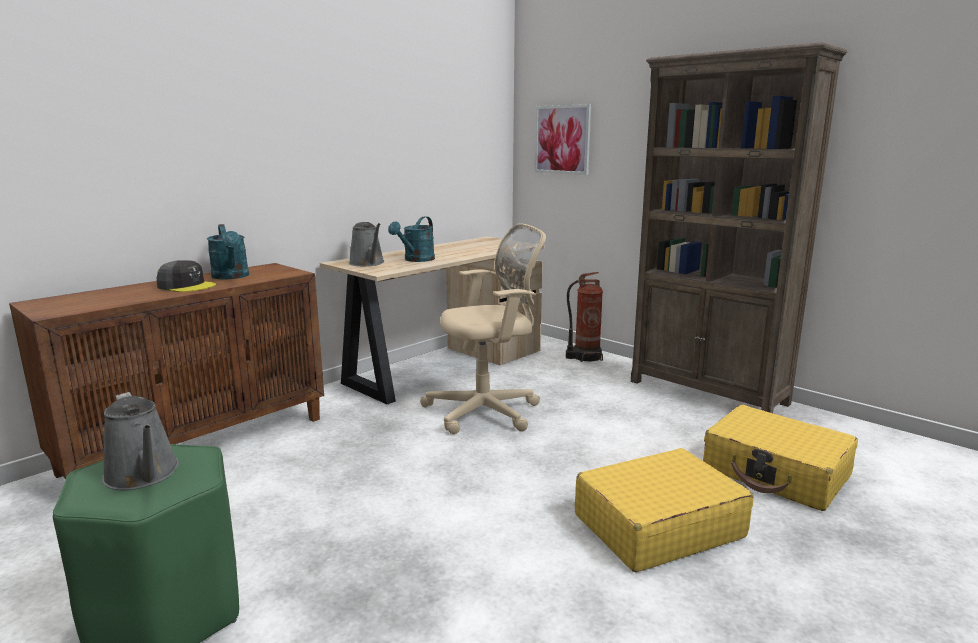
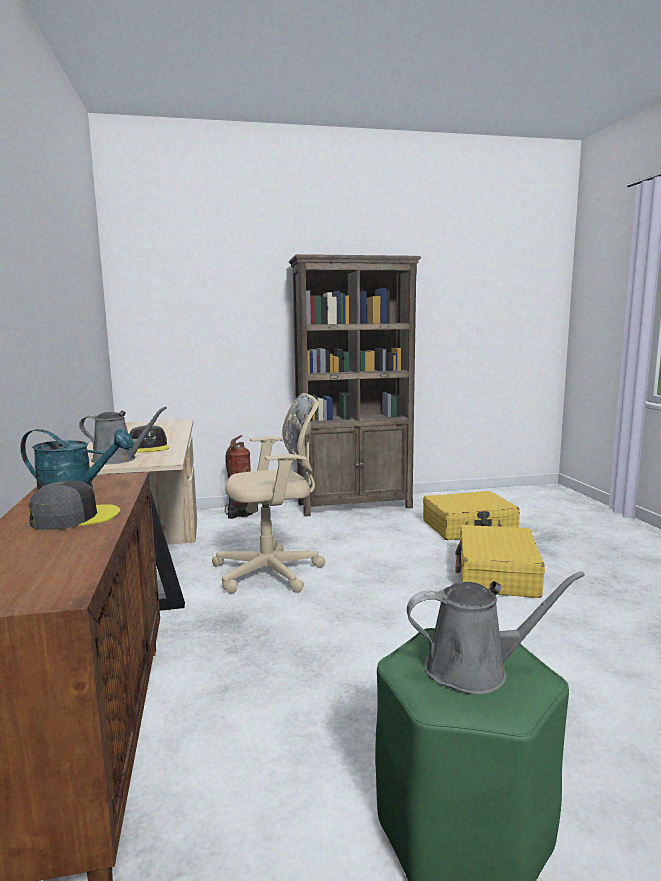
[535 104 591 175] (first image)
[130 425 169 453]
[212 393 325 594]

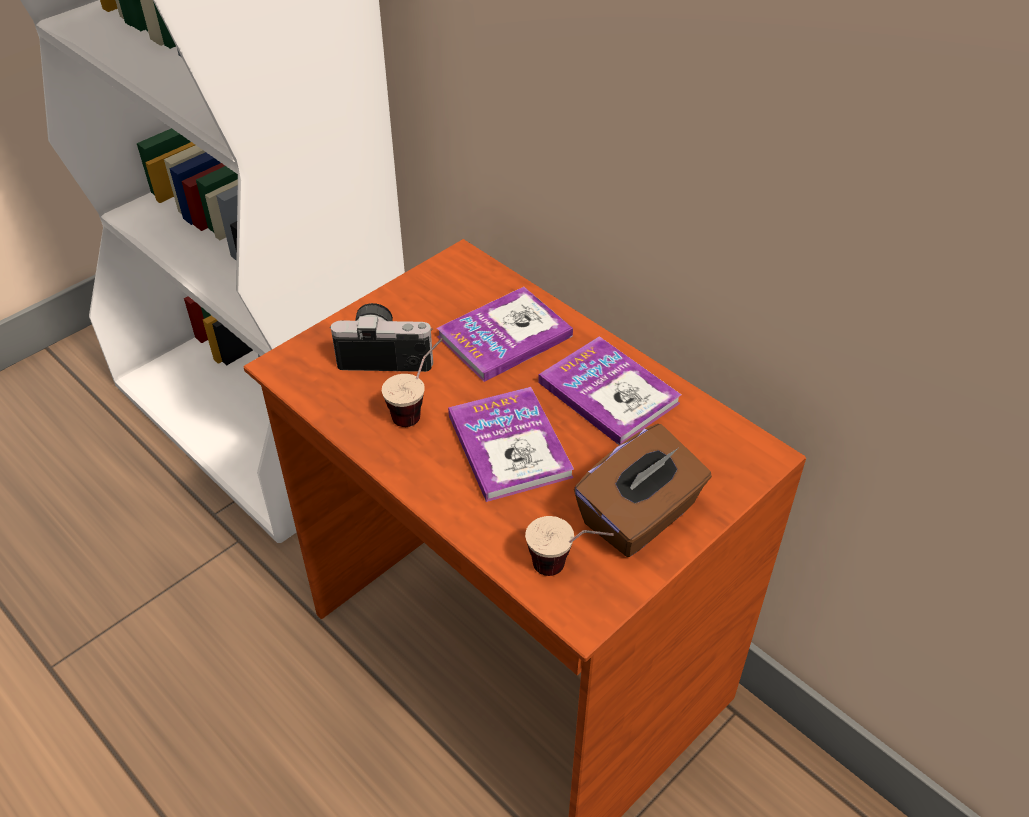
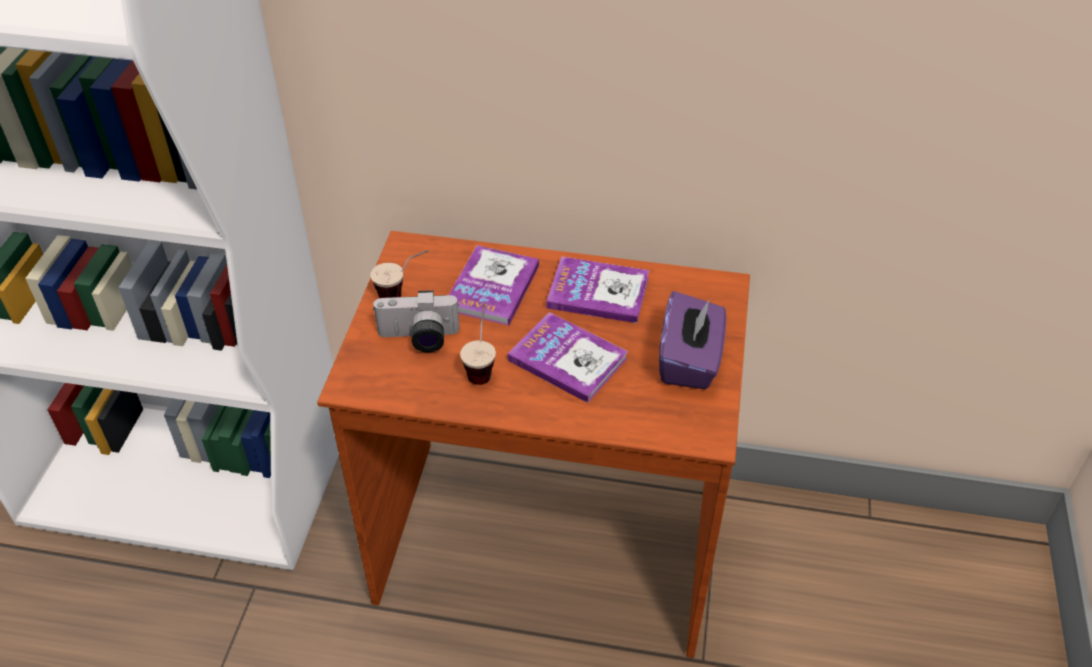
[372 290 460 352]
[659 291 726 389]
[370 250 429 298]

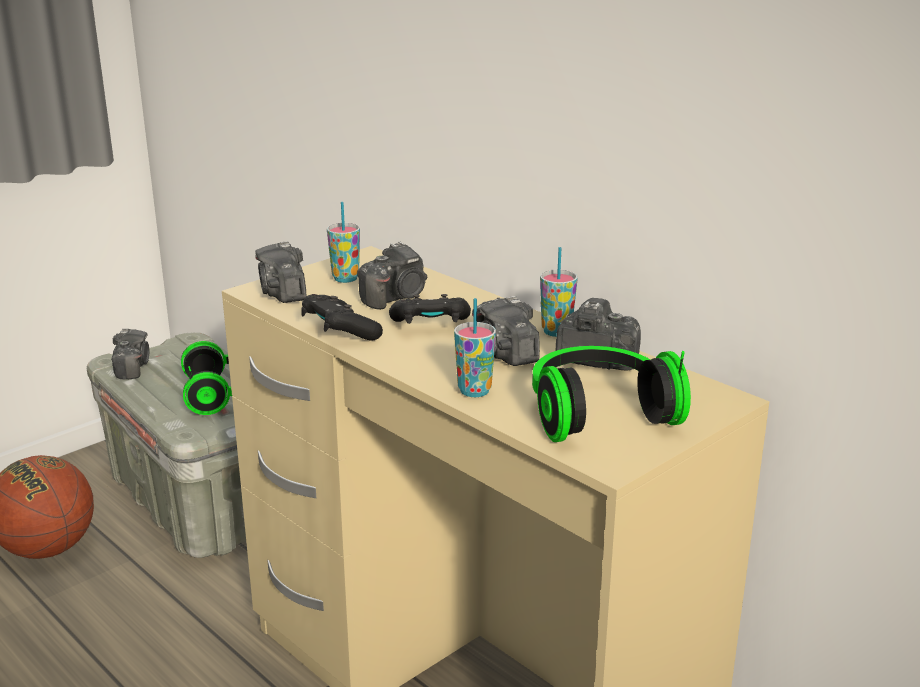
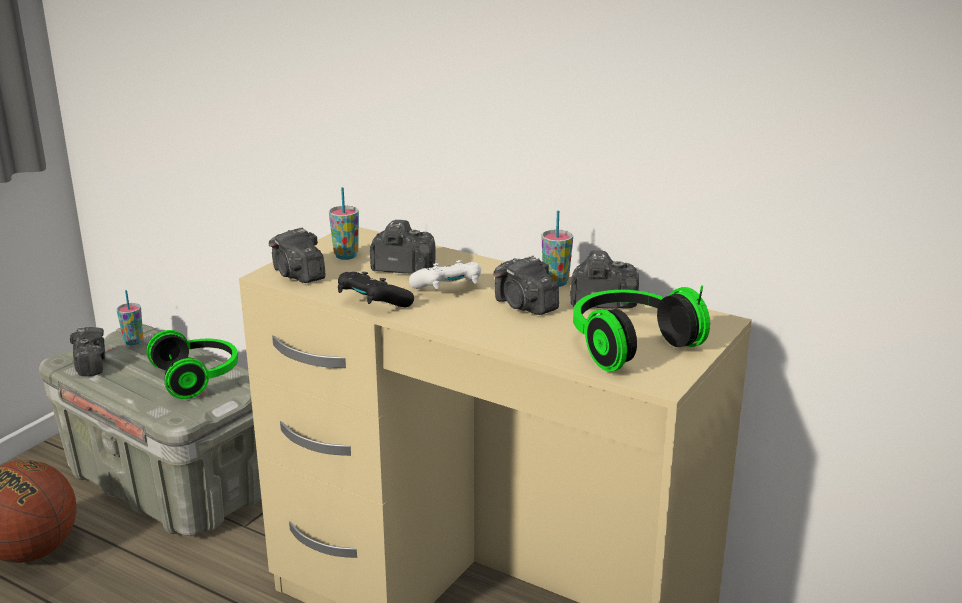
[370 220 436 274]
[409 260 481 289]
[116 290 143 345]

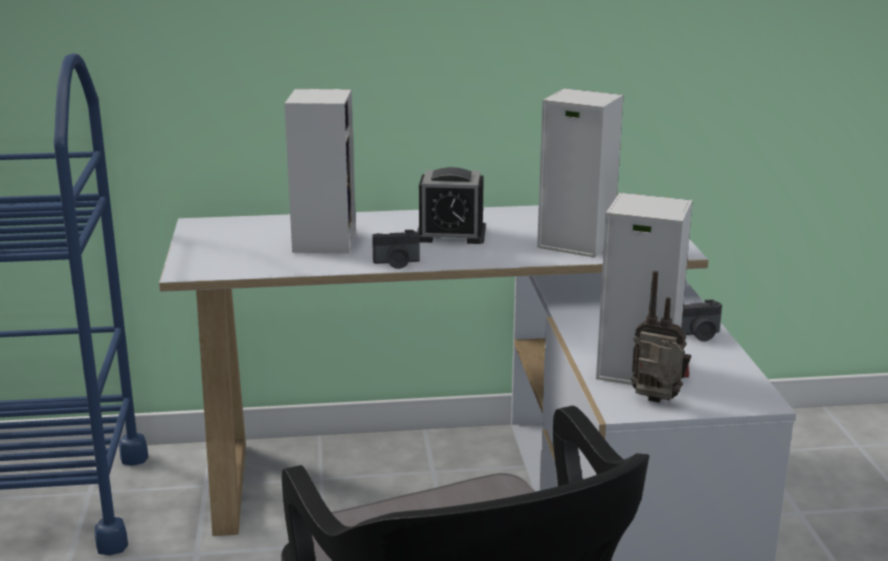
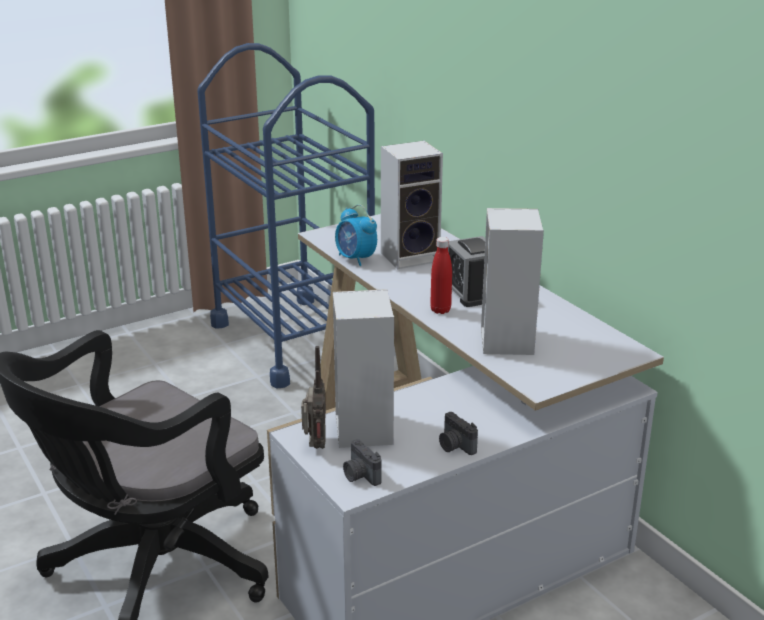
[343 439 382 486]
[335 204 377 266]
[430 237 452 314]

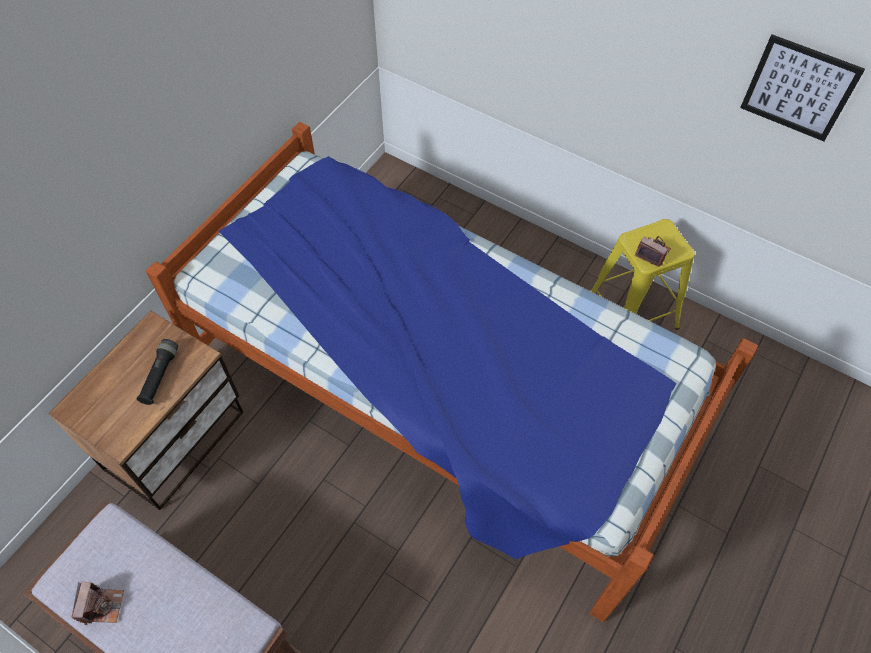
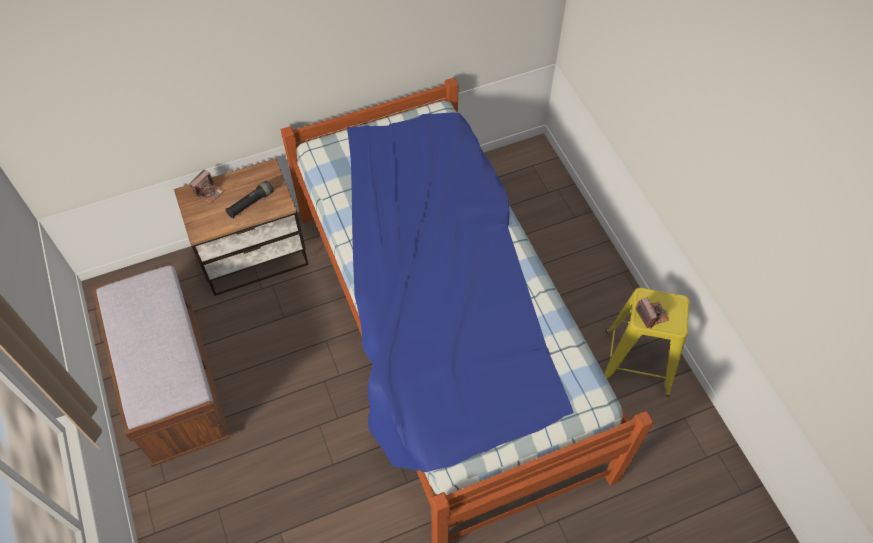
[740 34 865 141] (first image)
[189 170 224 204]

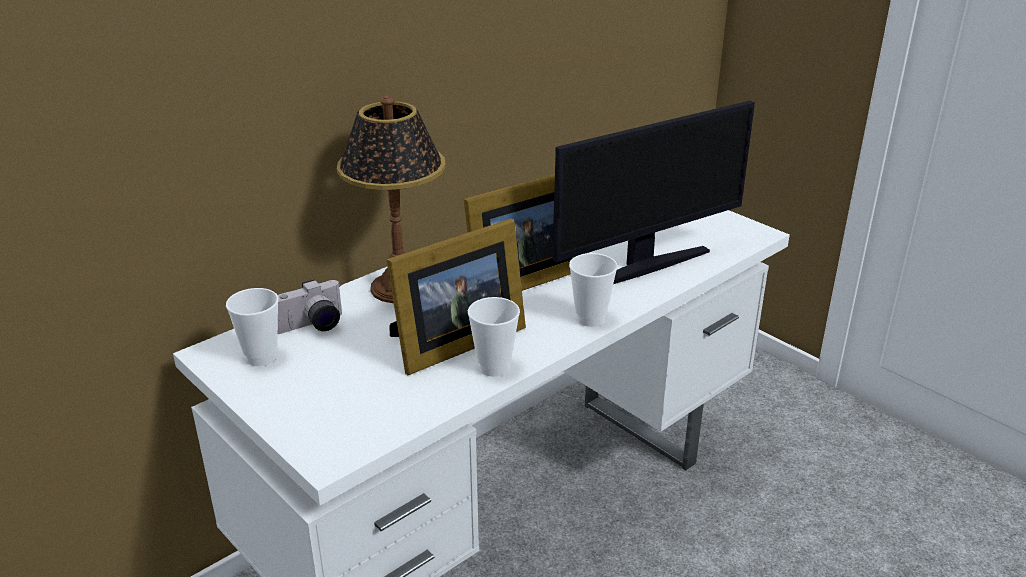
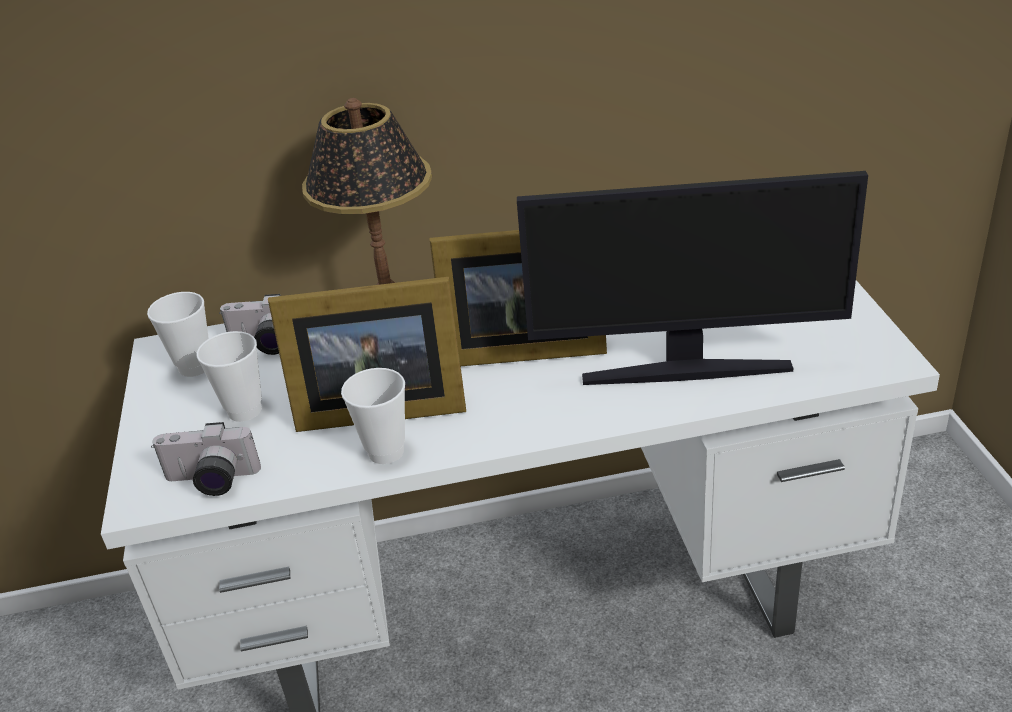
[197 331 262 422]
[151 422 261 496]

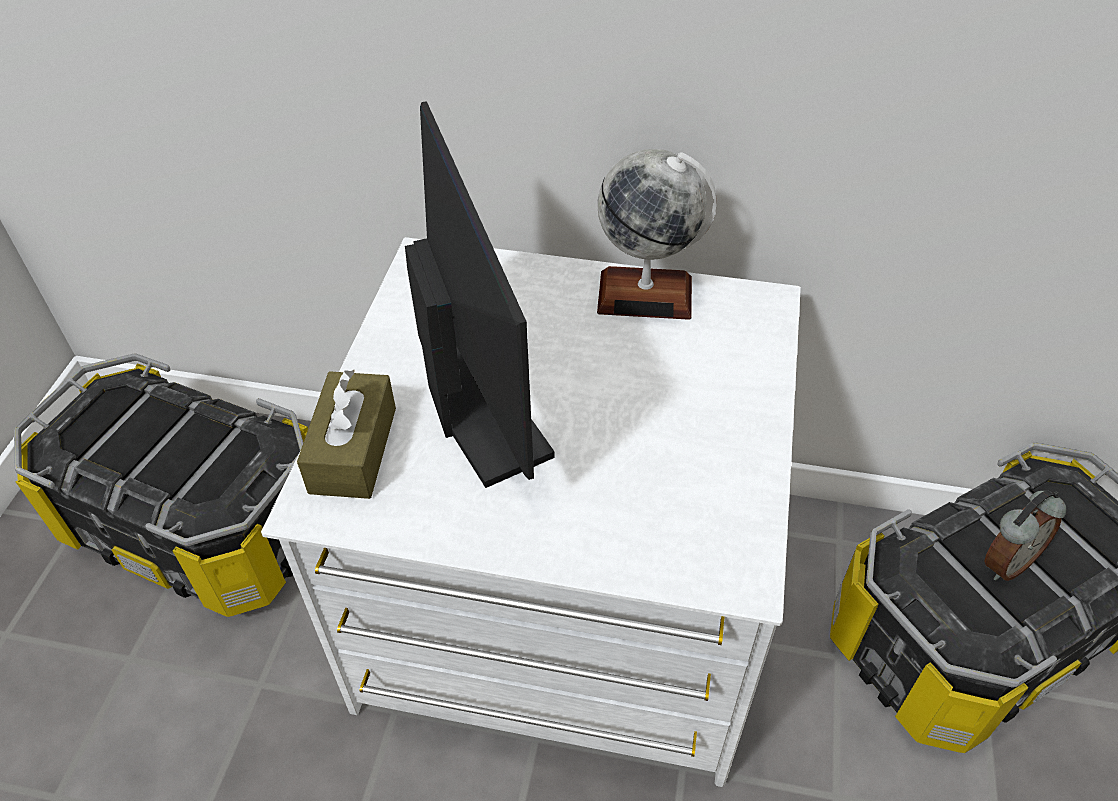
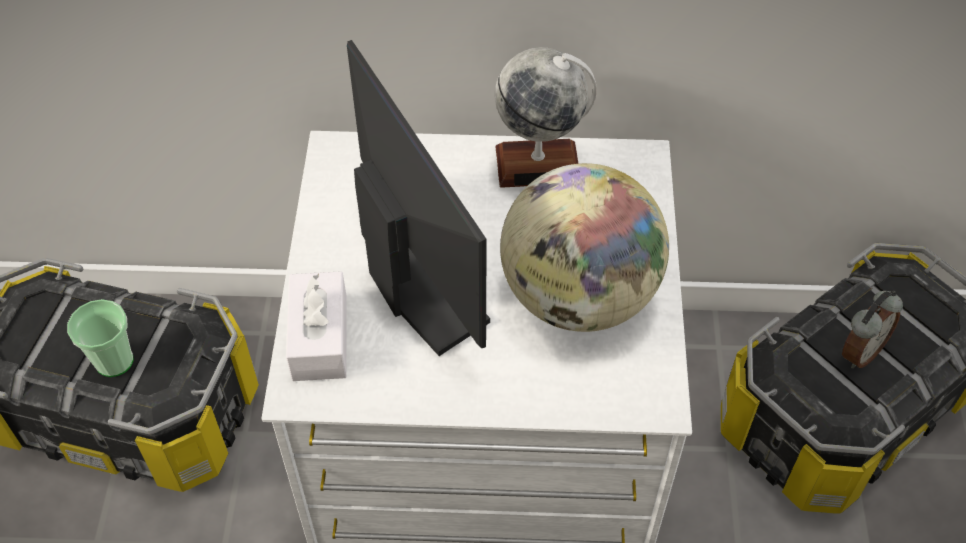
[286 271 347 381]
[500 163 669 332]
[67 299 133 377]

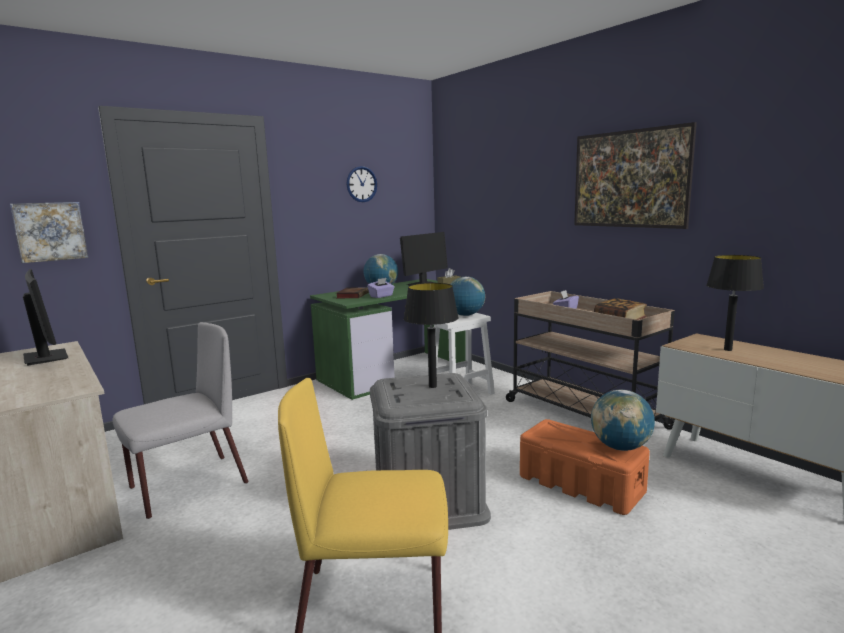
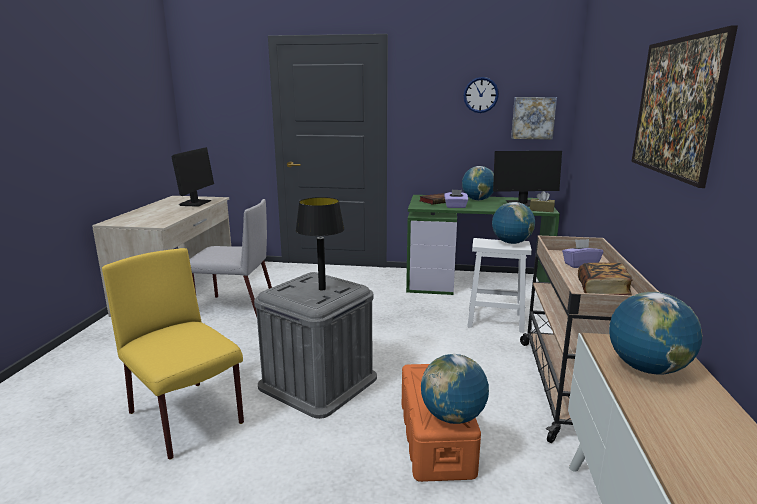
[511 97 557 139]
[609 292 703 375]

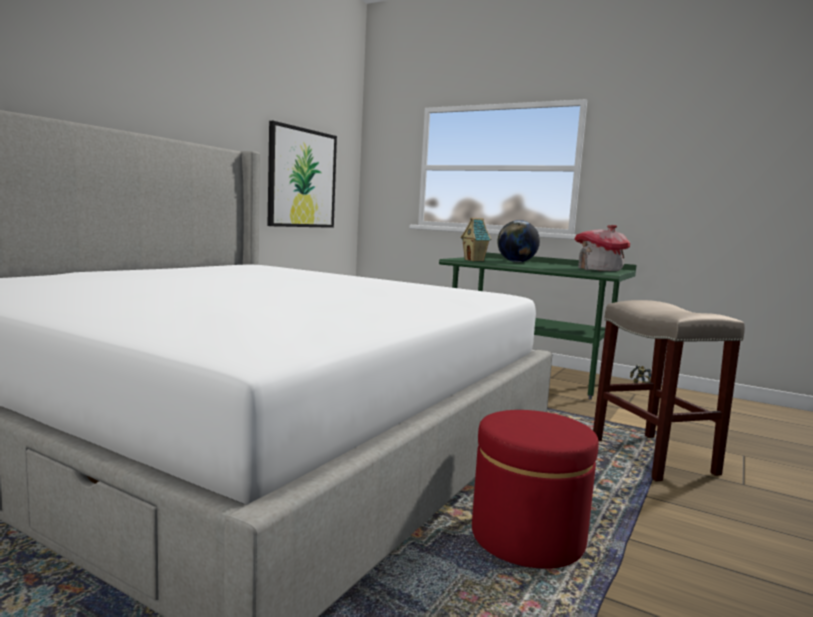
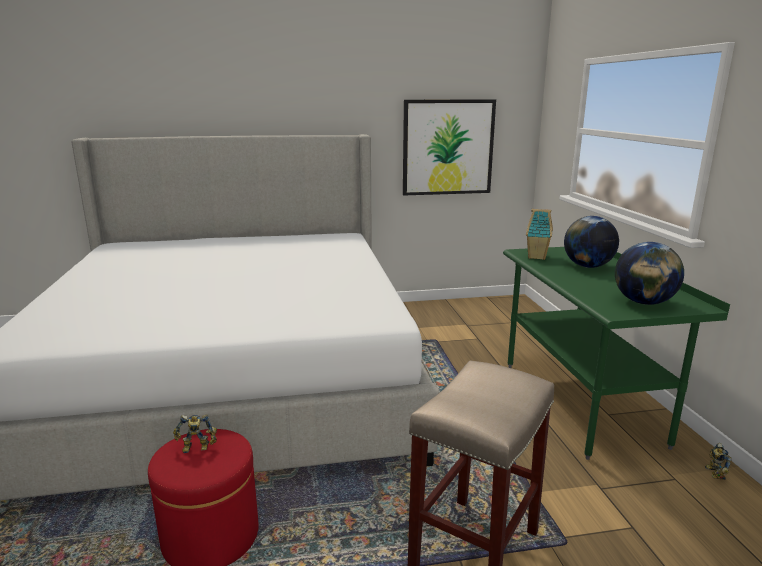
[615 242 684 305]
[173 414 217 453]

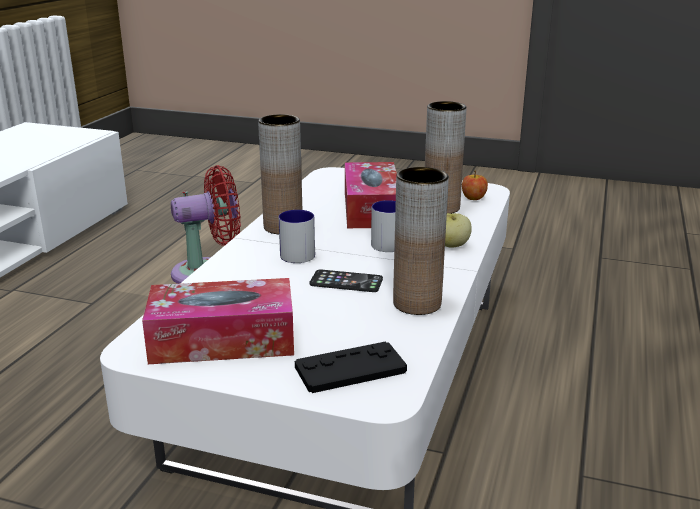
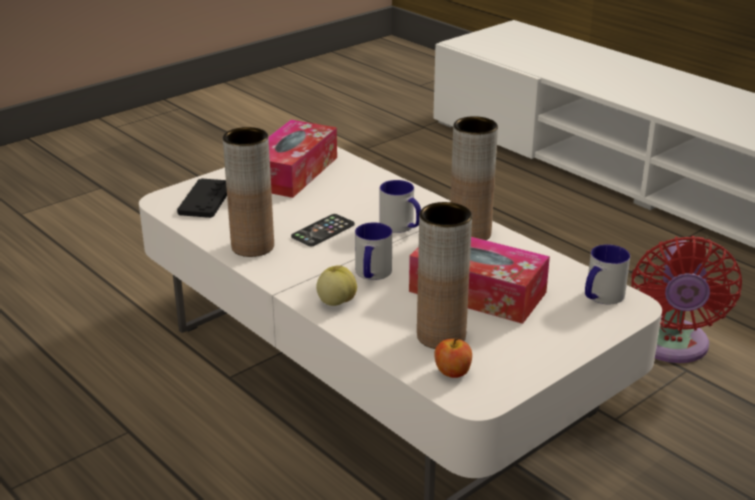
[585 244 630 304]

